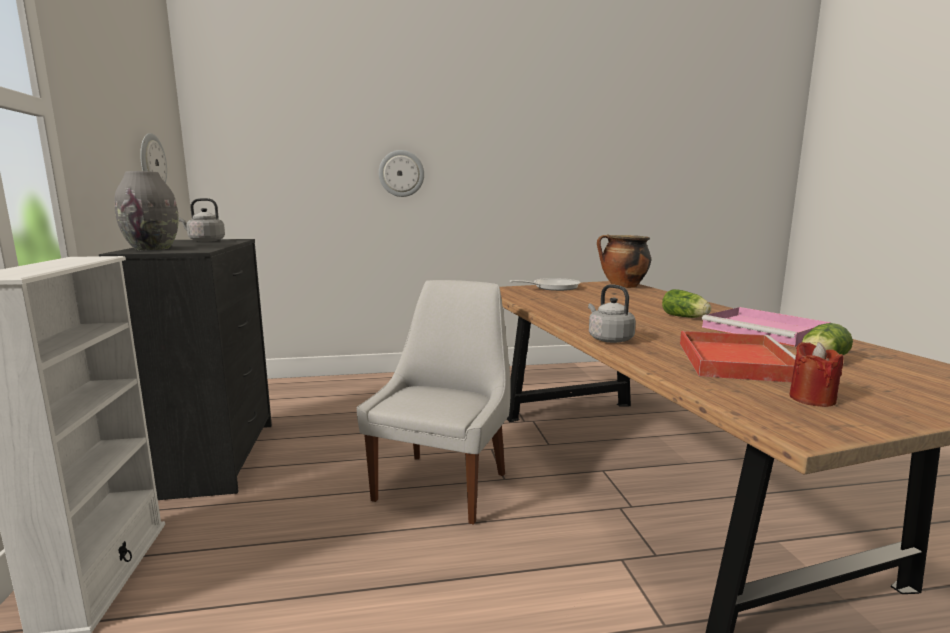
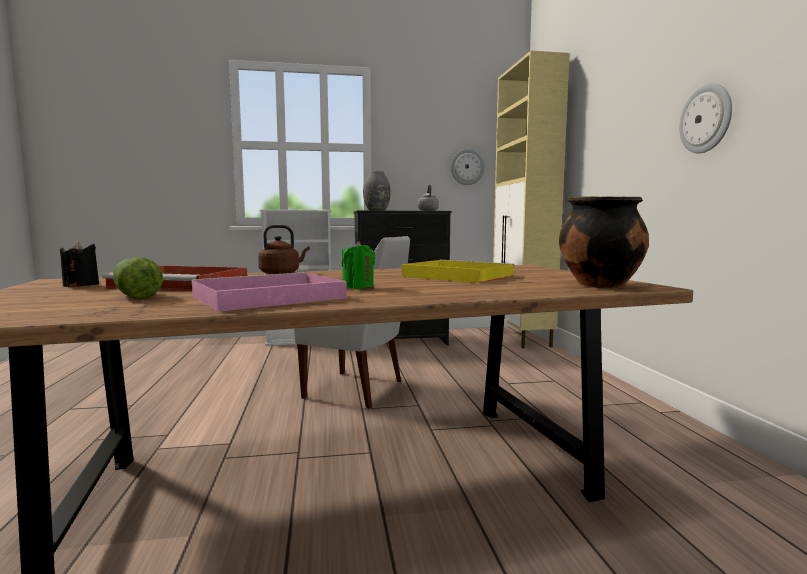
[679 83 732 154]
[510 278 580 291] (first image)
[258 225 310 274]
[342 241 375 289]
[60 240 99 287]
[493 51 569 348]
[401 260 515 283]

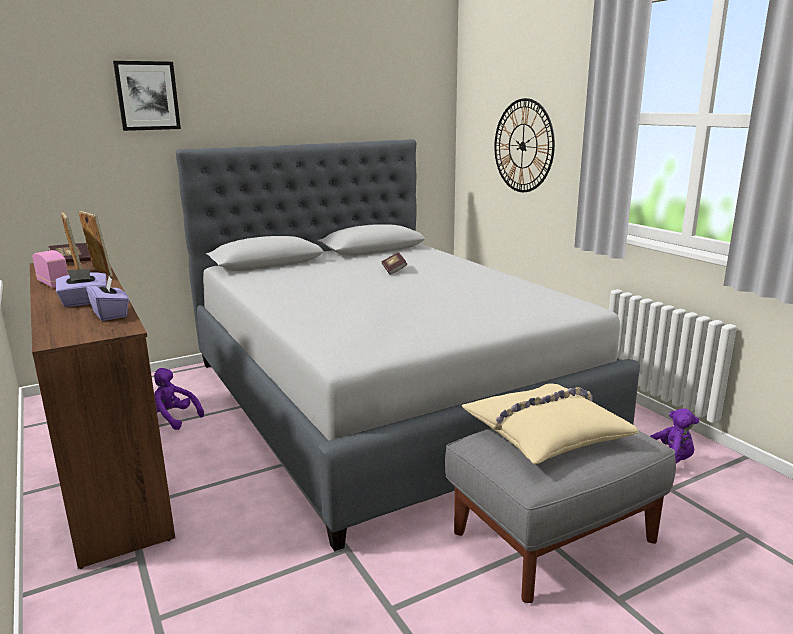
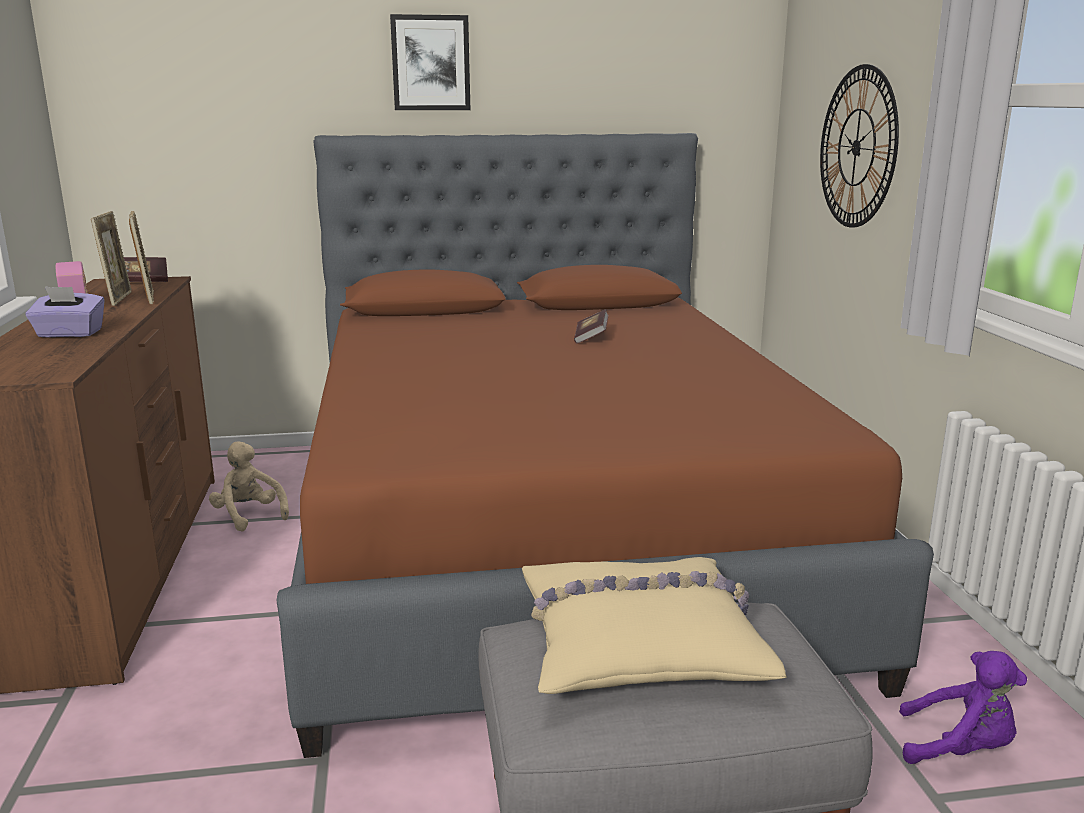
[390 14 470 110]
[277 133 934 758]
[86 277 129 321] (first image)
[209 441 289 532]

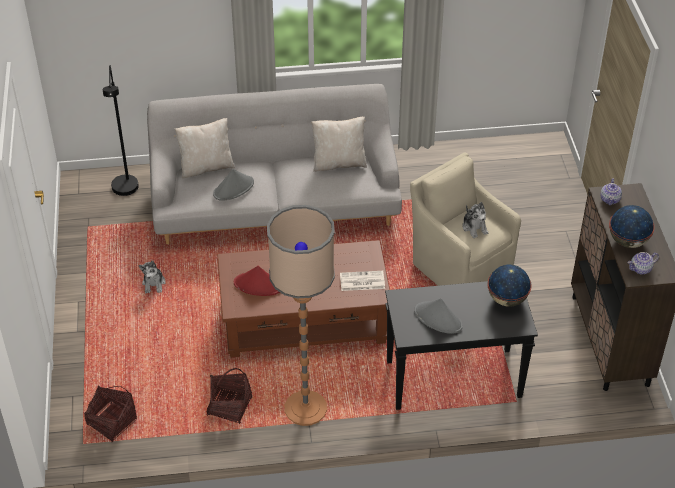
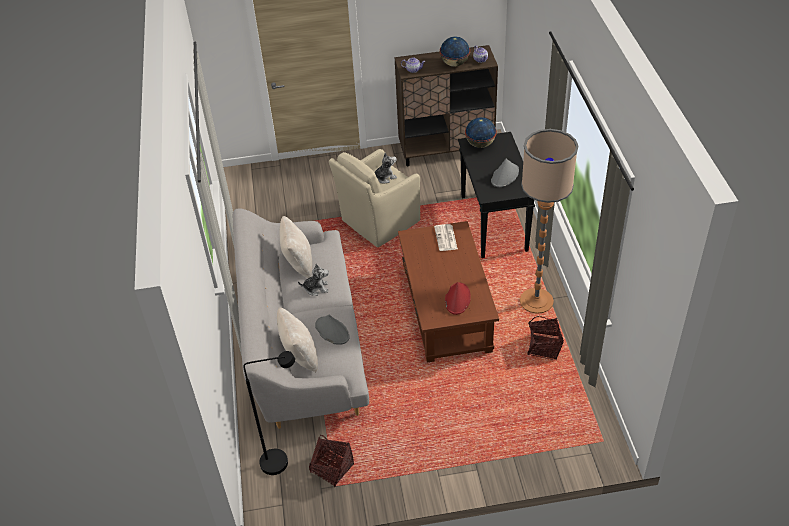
[298 264 329 296]
[309 435 354 487]

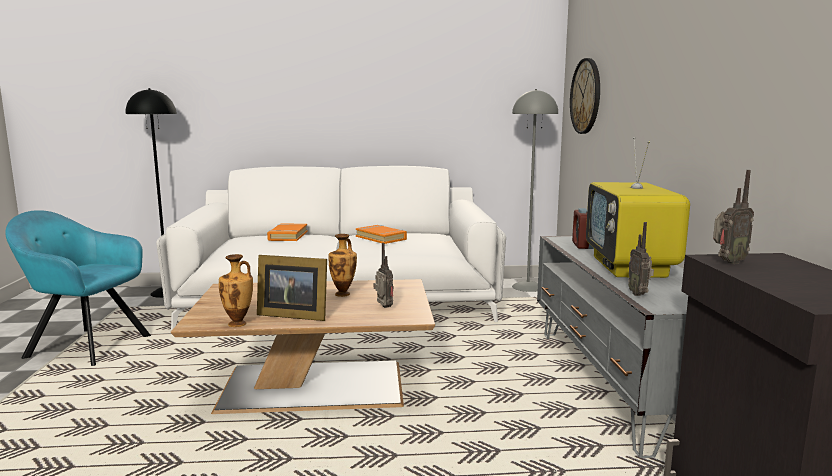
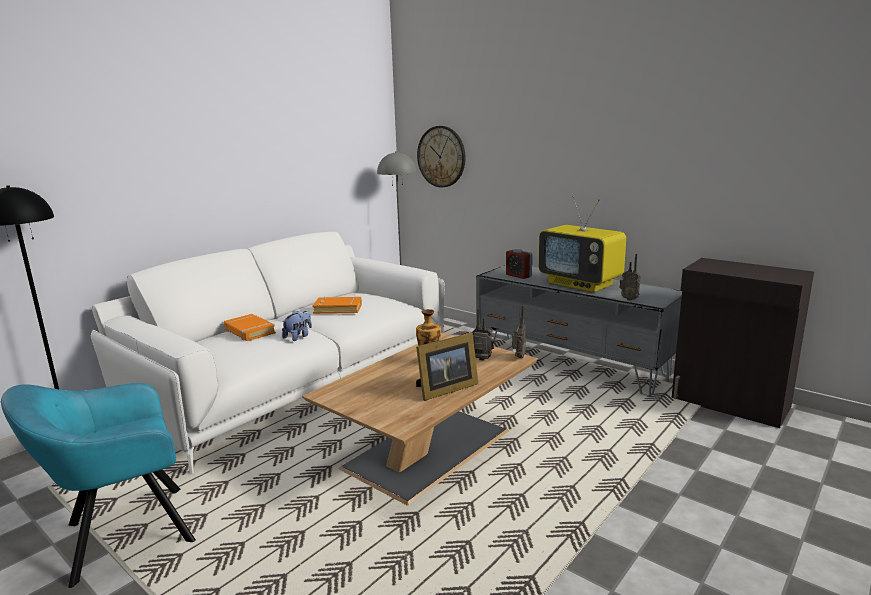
[512 305 526 358]
[219 254 253 327] (first image)
[282 311 312 341]

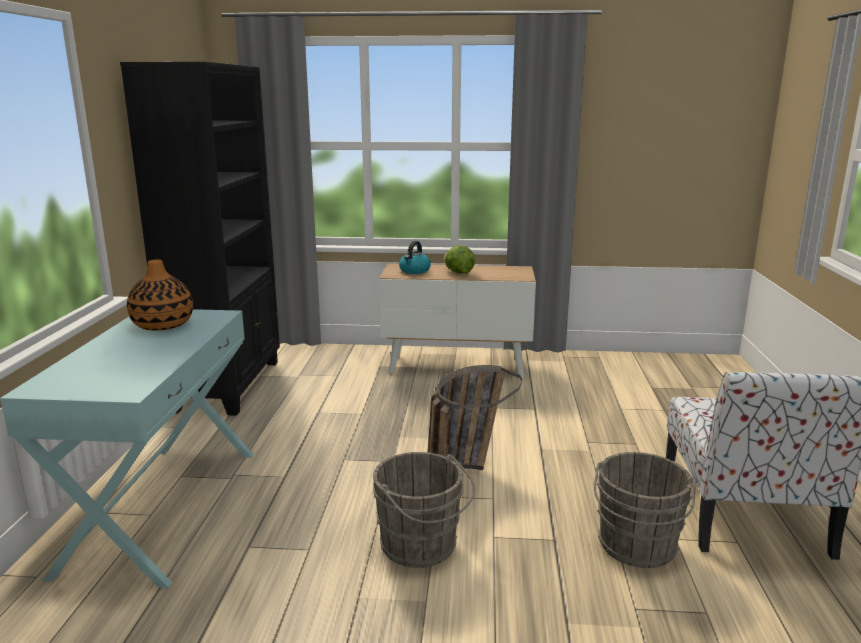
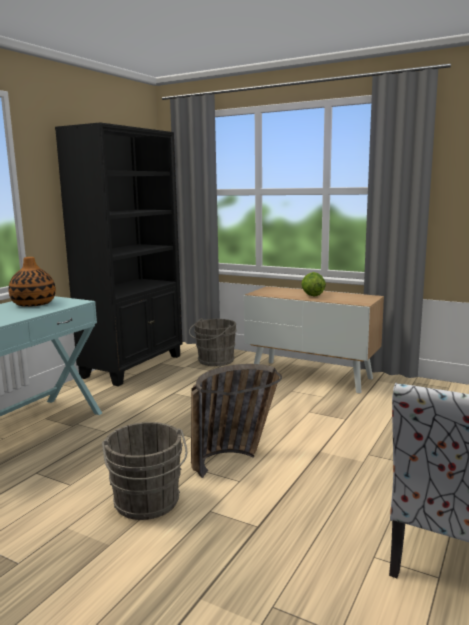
[399 241 431 274] (first image)
[189 318 236 366]

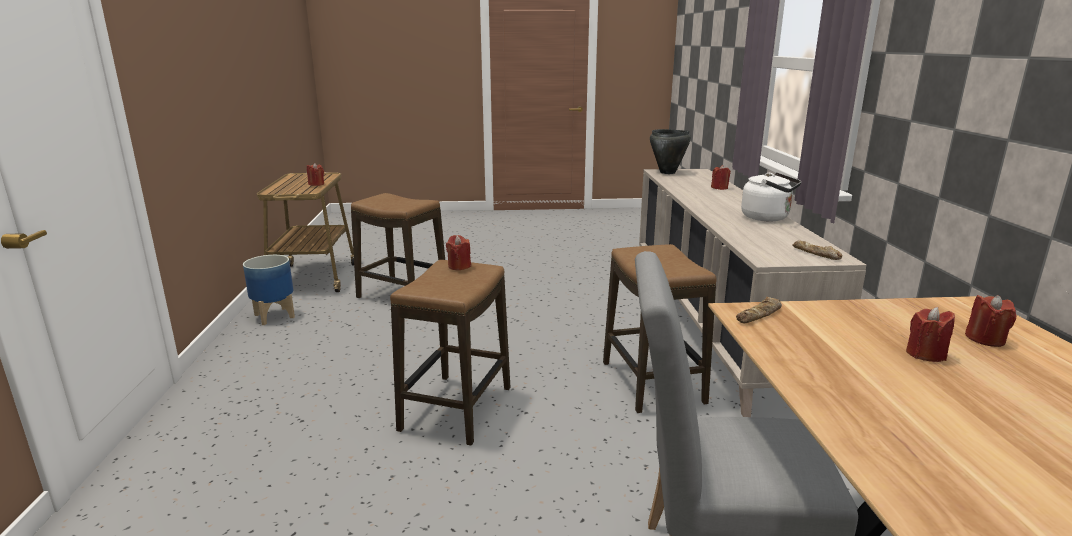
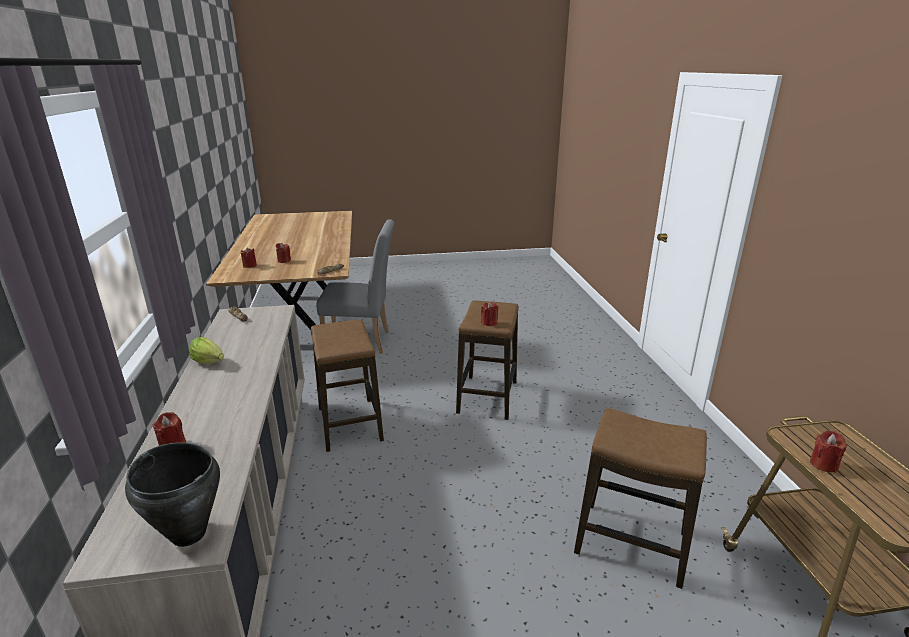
[189 337 224 364]
[243 255 295 325] (first image)

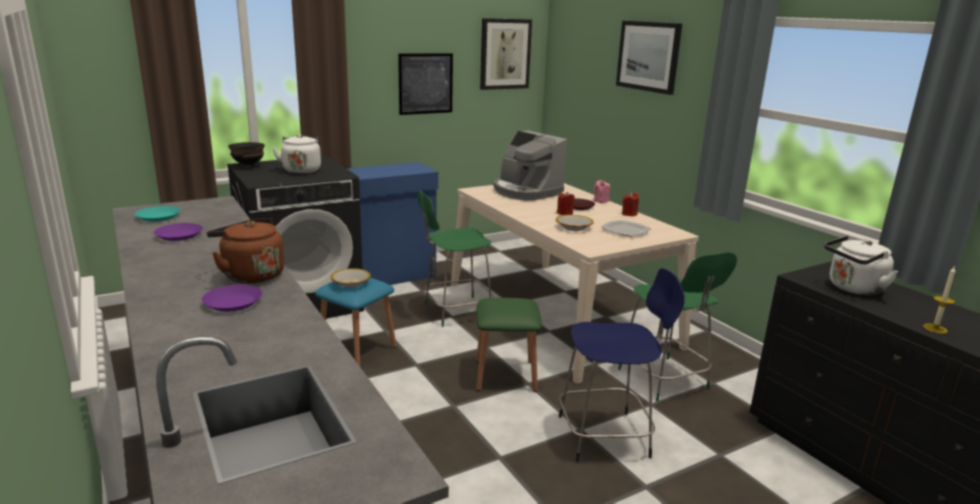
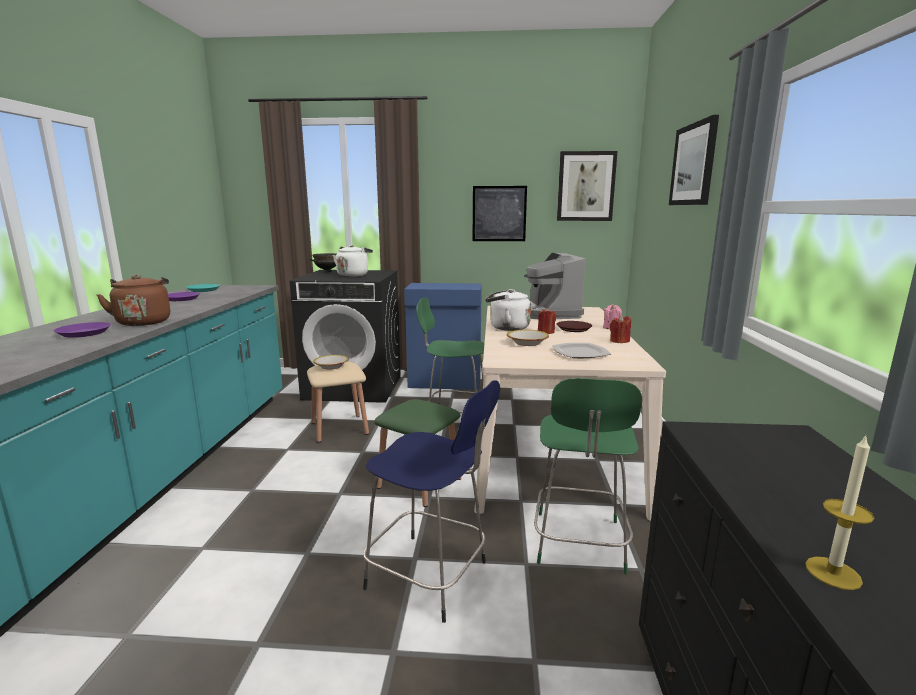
[486 289 531 331]
[307 362 369 443]

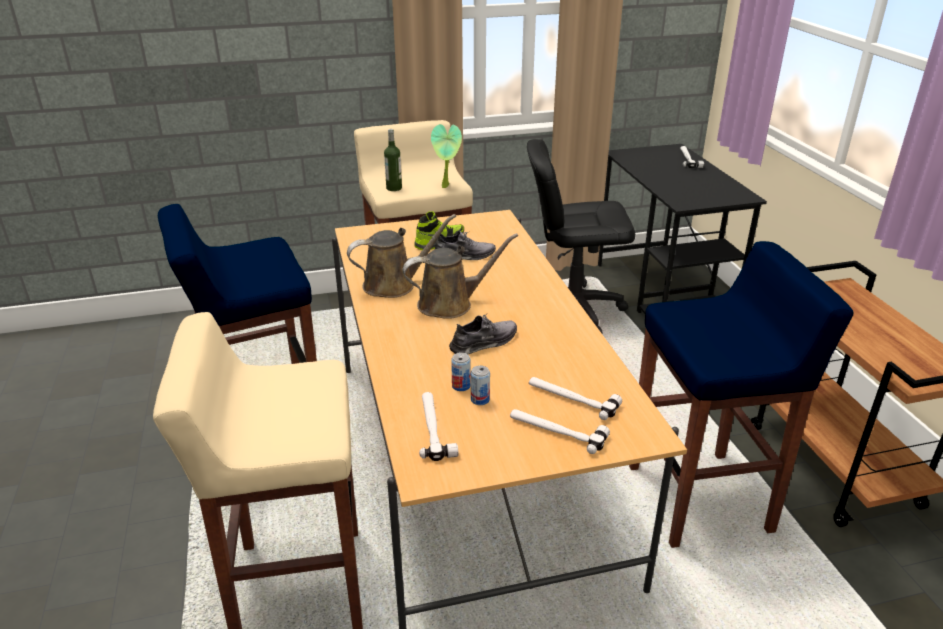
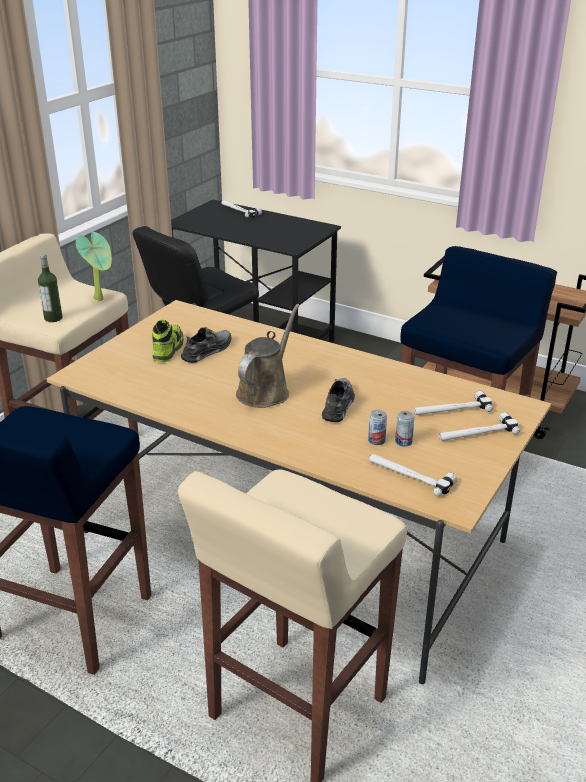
[347 214 456 298] (first image)

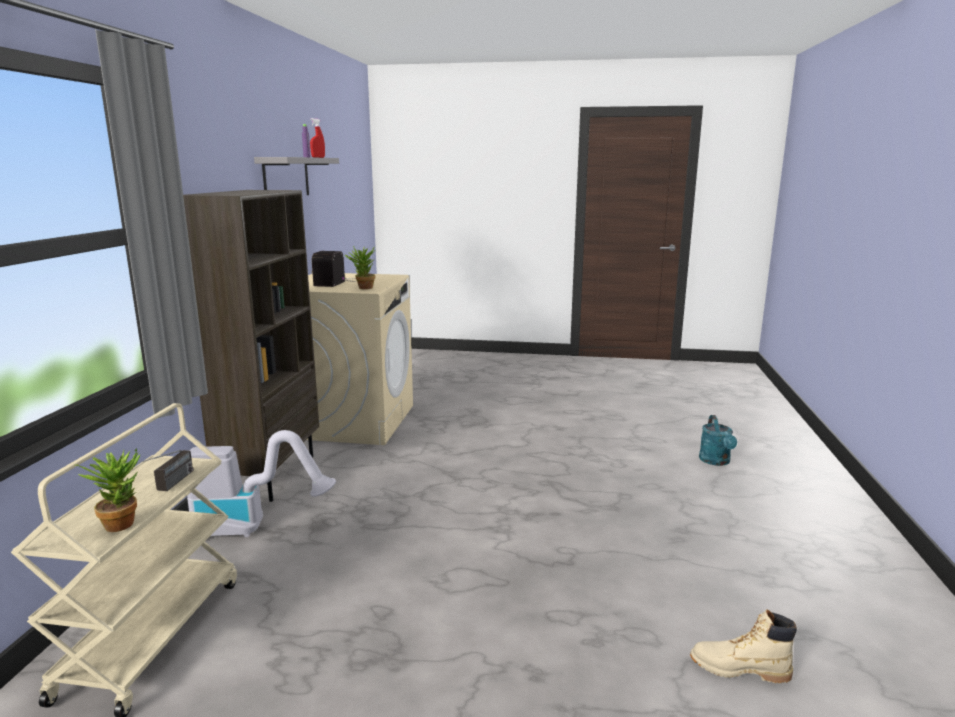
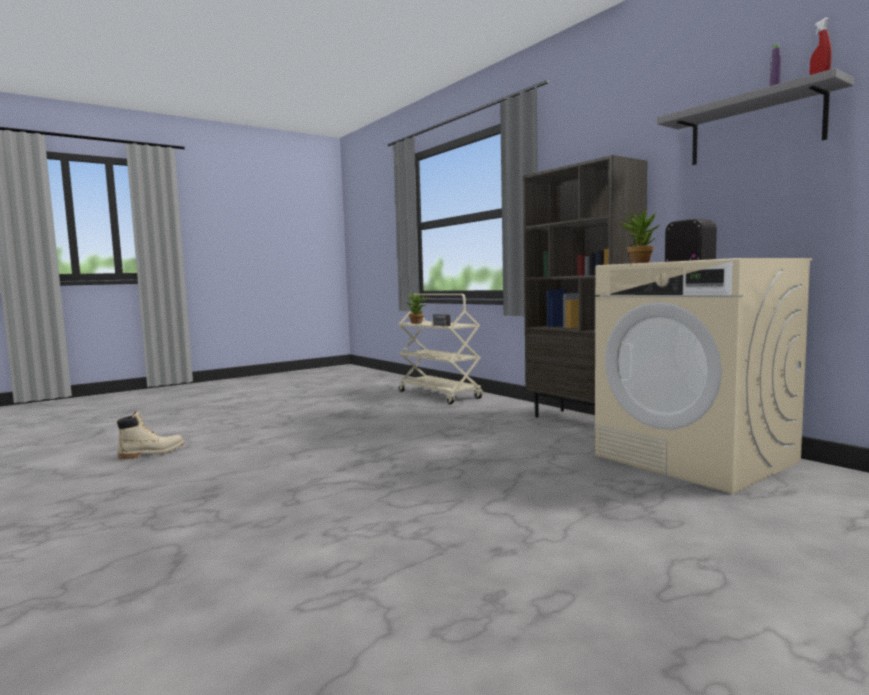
[699 415 737 466] (first image)
[187 430 336 537] (first image)

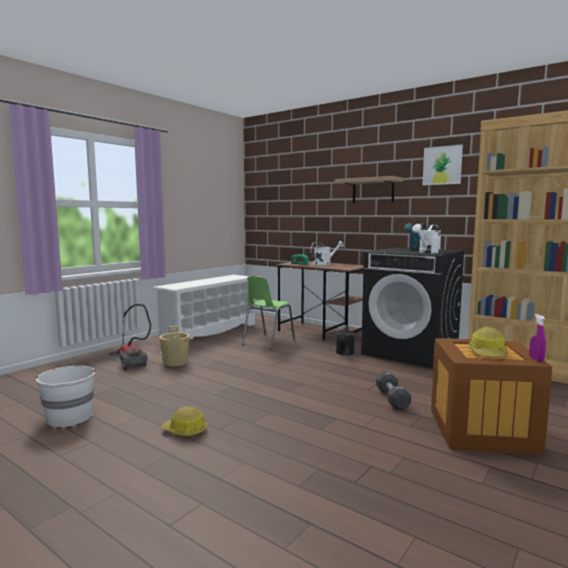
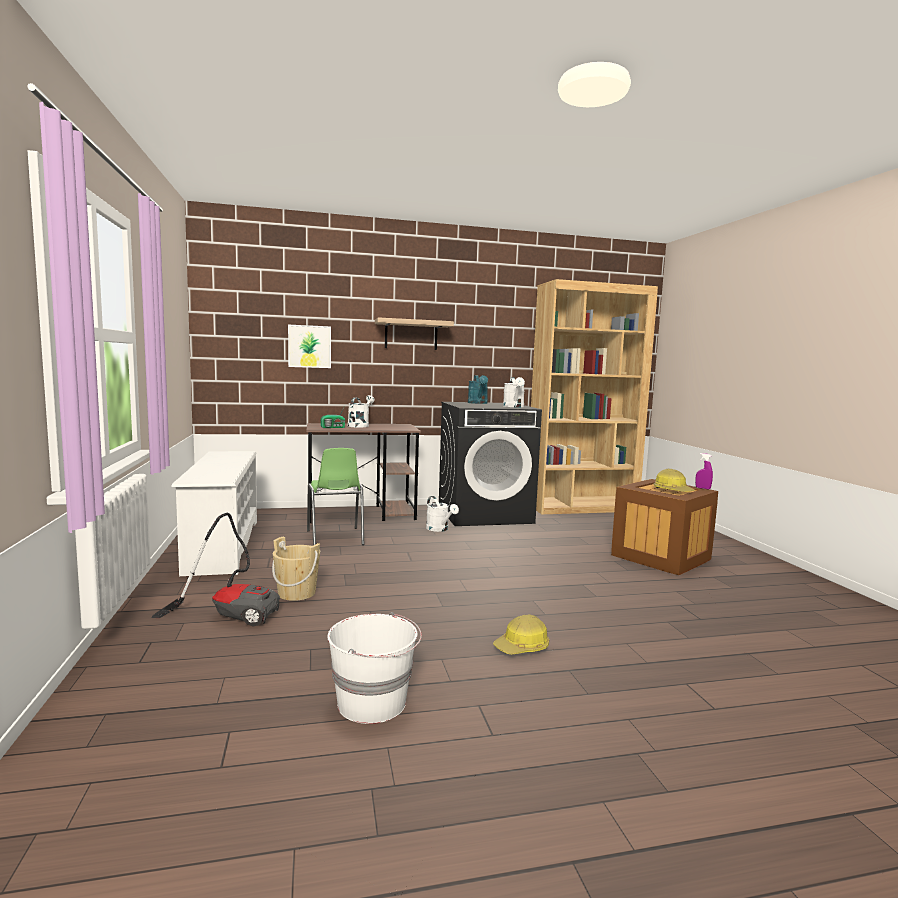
[288 325 331 368]
[426 496 459 532]
[376 372 411 410] (first image)

